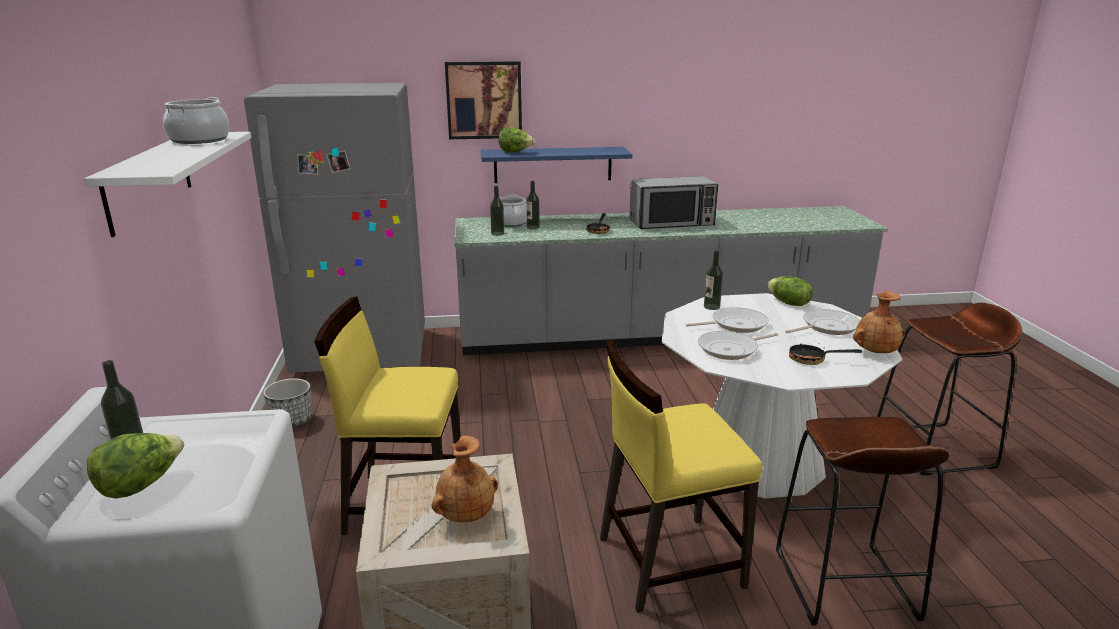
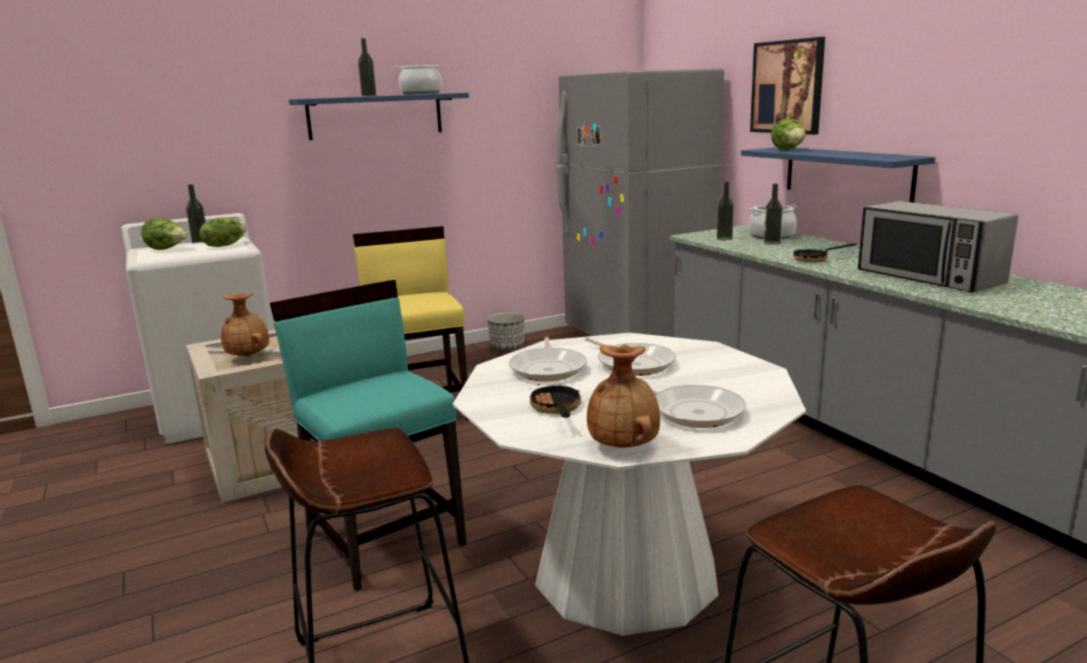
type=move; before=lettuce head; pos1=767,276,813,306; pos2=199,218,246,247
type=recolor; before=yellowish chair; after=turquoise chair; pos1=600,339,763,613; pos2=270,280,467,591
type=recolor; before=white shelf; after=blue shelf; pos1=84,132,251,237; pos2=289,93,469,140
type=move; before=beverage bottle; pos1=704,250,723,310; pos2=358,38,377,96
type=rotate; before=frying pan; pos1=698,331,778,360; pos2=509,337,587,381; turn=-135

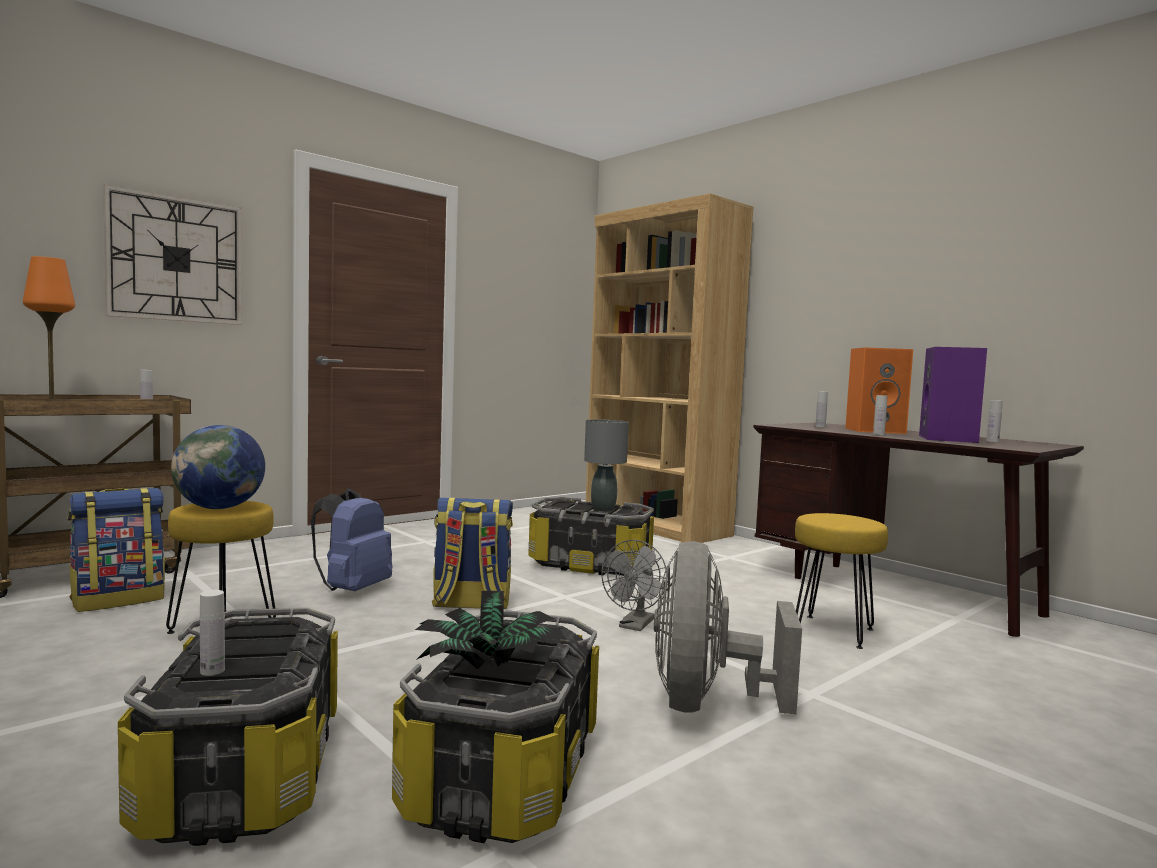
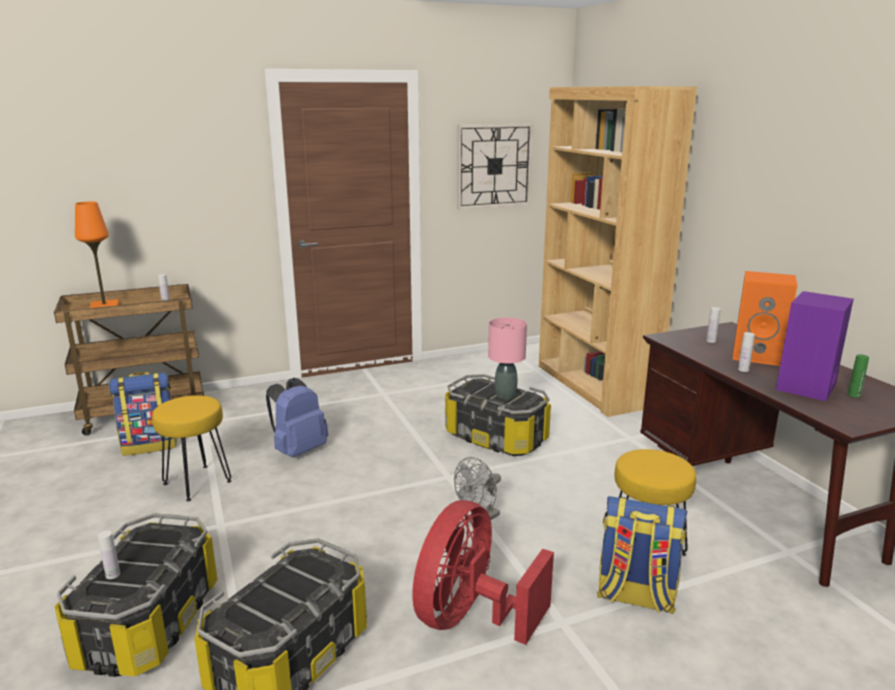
type=recolor; before=grey electric fan; after=reddish electric fan; pos1=654,541,802,714; pos2=412,500,554,645
type=move; before=clock on the wall; pos1=103,184,242,325; pos2=457,123,533,210
type=recolor; before=grey table lamp; after=pink-coloured table lamp; pos1=584,419,629,512; pos2=488,318,527,399
type=move; before=rucksack; pos1=432,498,513,609; pos2=597,496,688,614
type=recolor; before=white beverage bottle; after=greenish beverage bottle; pos1=986,400,1003,442; pos2=848,354,869,398
type=delete; before=desk globe; pos1=171,425,265,509
type=delete; before=plant in a pot; pos1=415,591,566,669

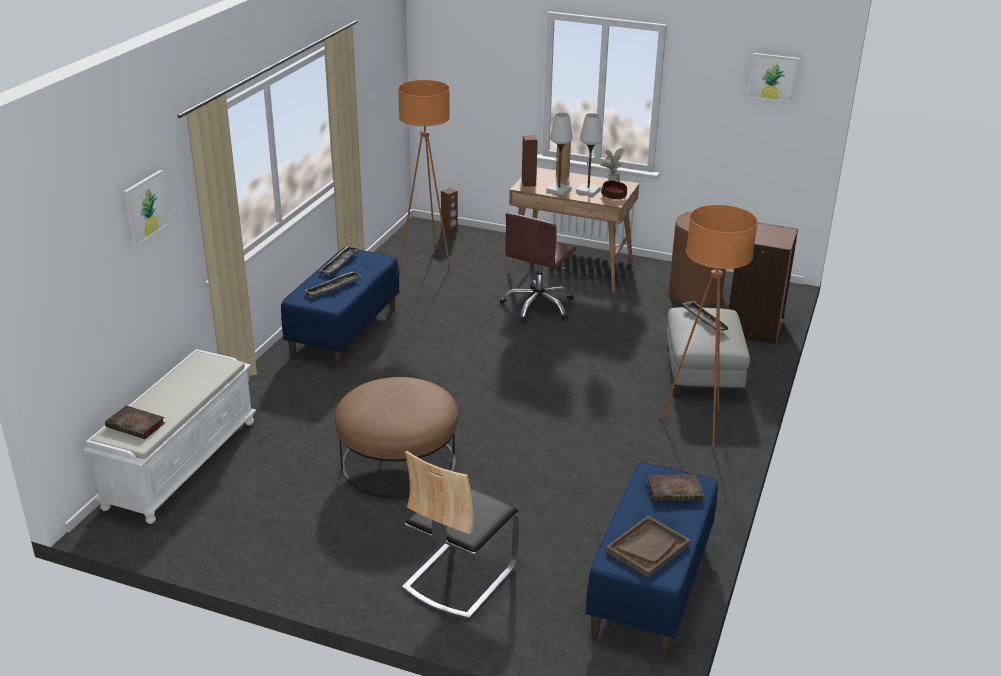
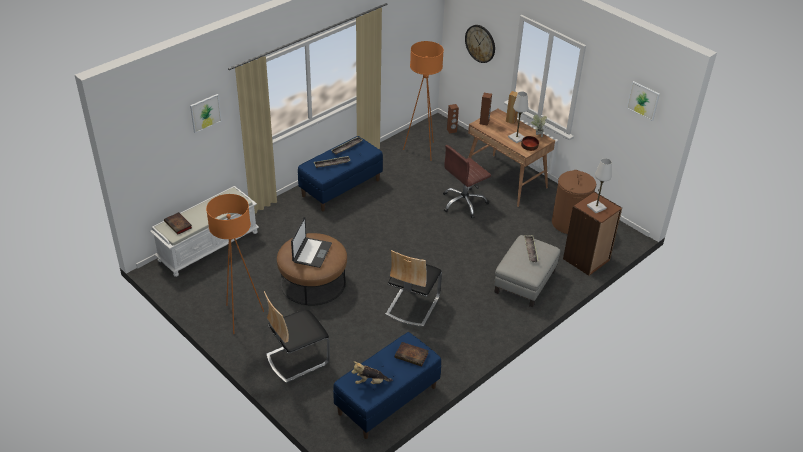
type=move; before=orangey standard lamp; pos1=661,205,758,448; pos2=206,194,264,334
type=insert; after=portable computer; pos2=291,217,332,268
type=replace; before=brown-coloured tray; after=soft toy; pos1=606,516,691,578; pos2=351,361,393,384
type=insert; after=chair; pos2=386,250,442,327
type=insert; after=clock on the wall; pos2=465,25,495,63
type=move; before=white table lamp; pos1=546,113,573,195; pos2=587,158,612,213

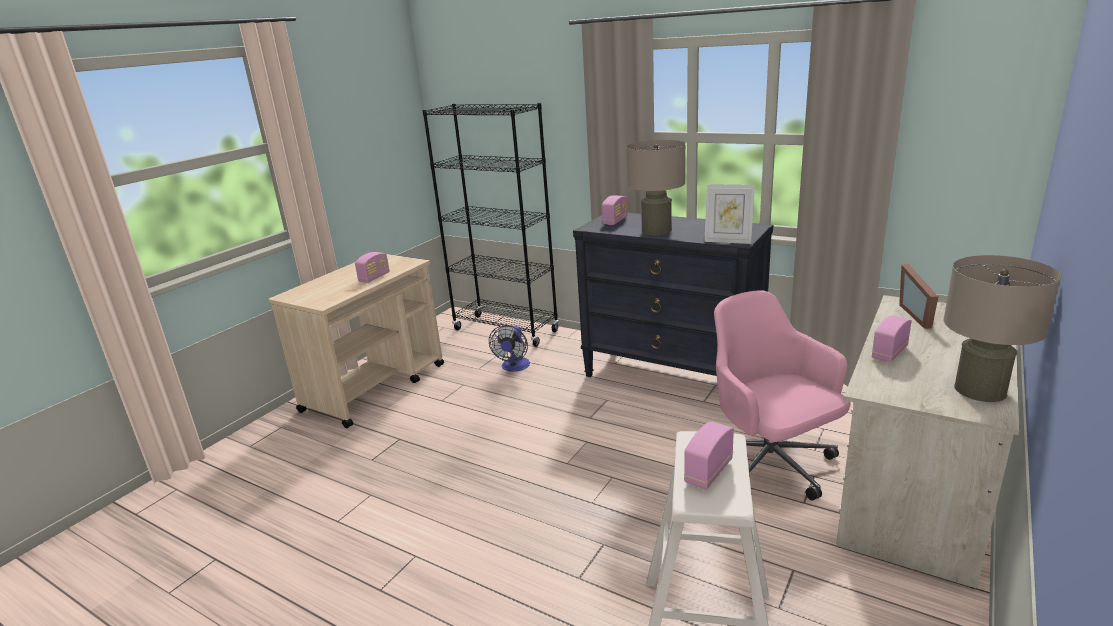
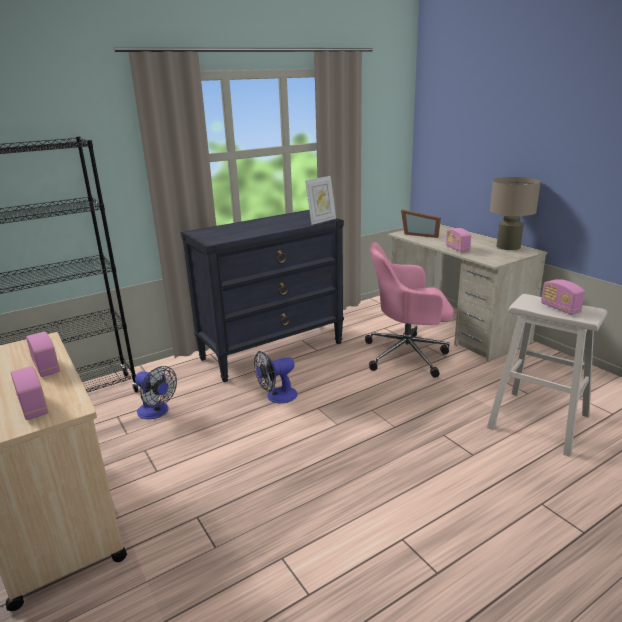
type=move; before=radio set; pos1=602,195,628,225; pos2=10,366,48,420
type=insert; after=electric fan; pos2=254,351,298,403
type=delete; before=beige table lamp; pos1=626,140,686,235

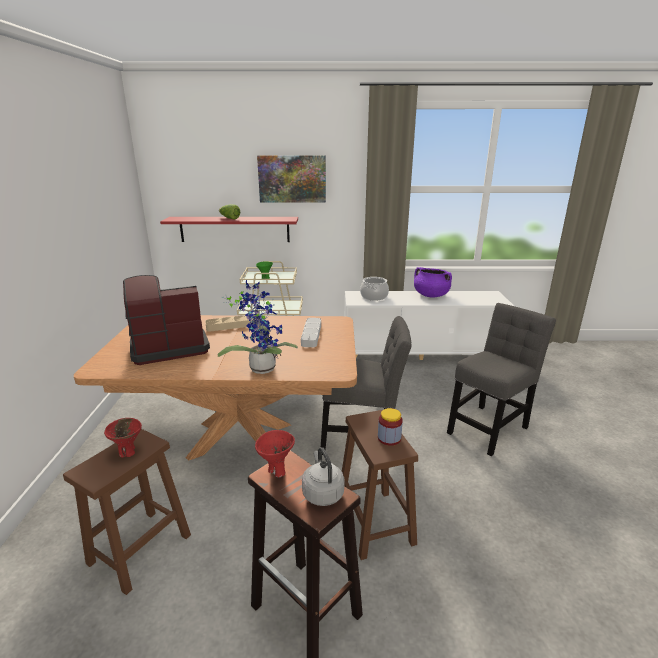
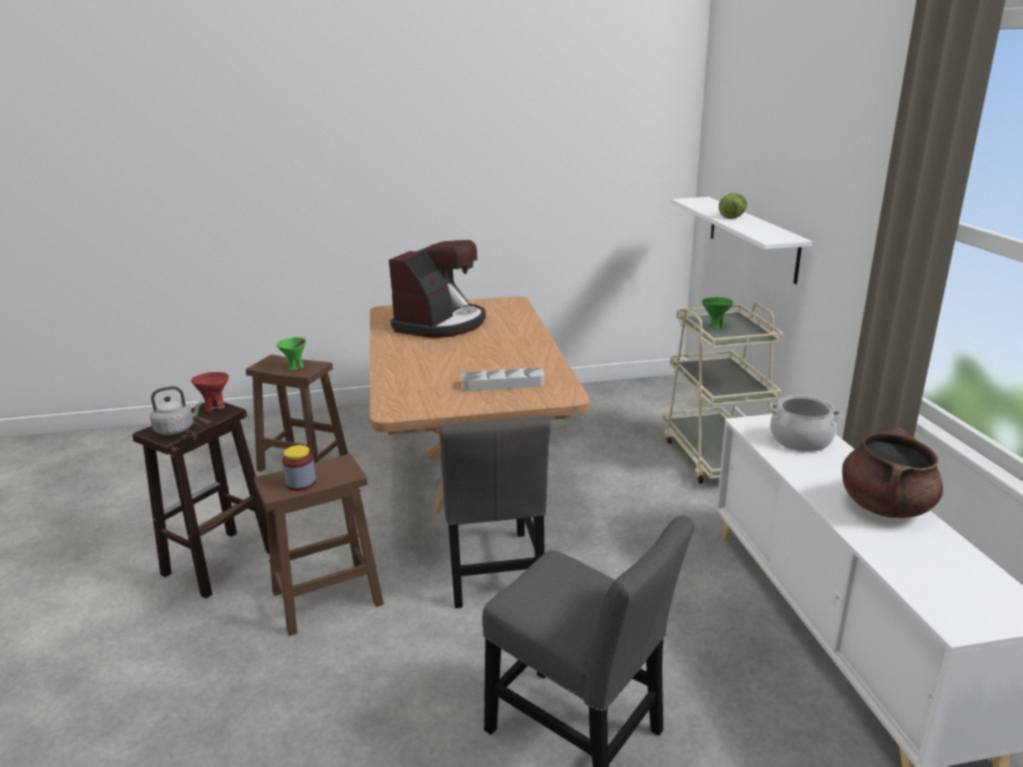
type=recolor; before=reddish bowl; after=greenish bowl; pos1=104,418,142,458; pos2=277,337,306,370
type=rotate; before=coffee maker; pos1=123,275,210,365; pos2=389,240,486,338; turn=60
type=recolor; before=reddish shelf; after=white shelf; pos1=160,217,298,242; pos2=671,197,812,284
type=recolor; before=purple-coloured cooking pot; after=brown-coloured cooking pot; pos1=414,267,452,298; pos2=842,428,943,518
type=delete; before=beige tray; pos1=205,315,255,331
type=delete; before=plant in a pot; pos1=218,280,298,374
type=delete; before=wall picture; pos1=257,155,326,202

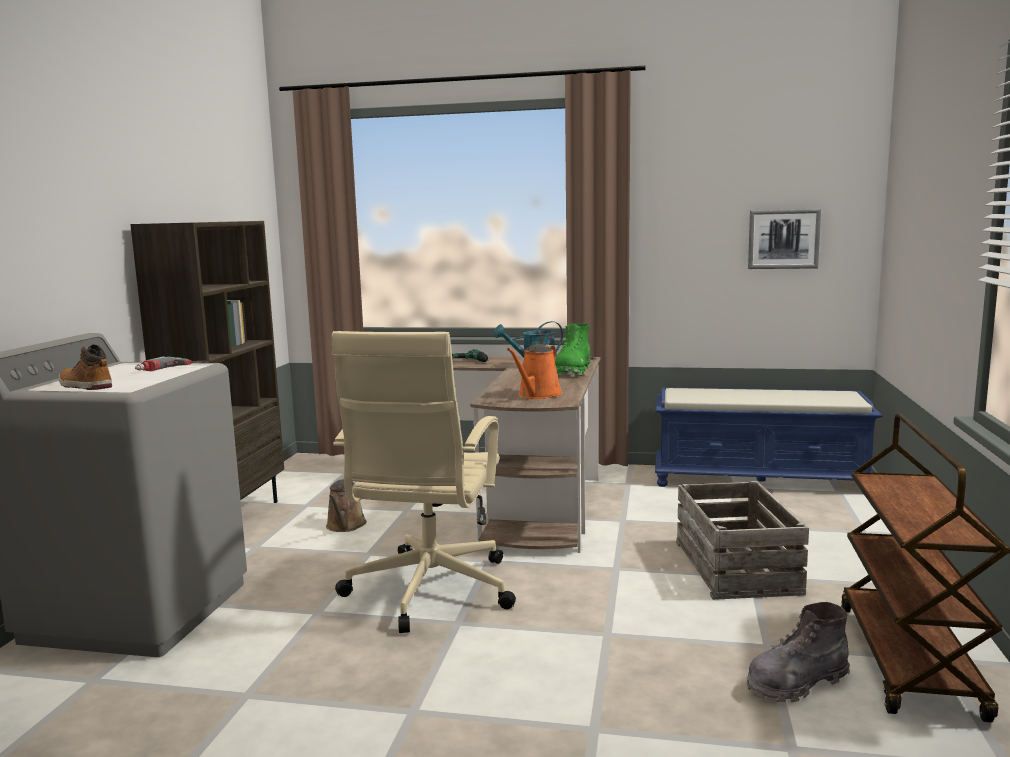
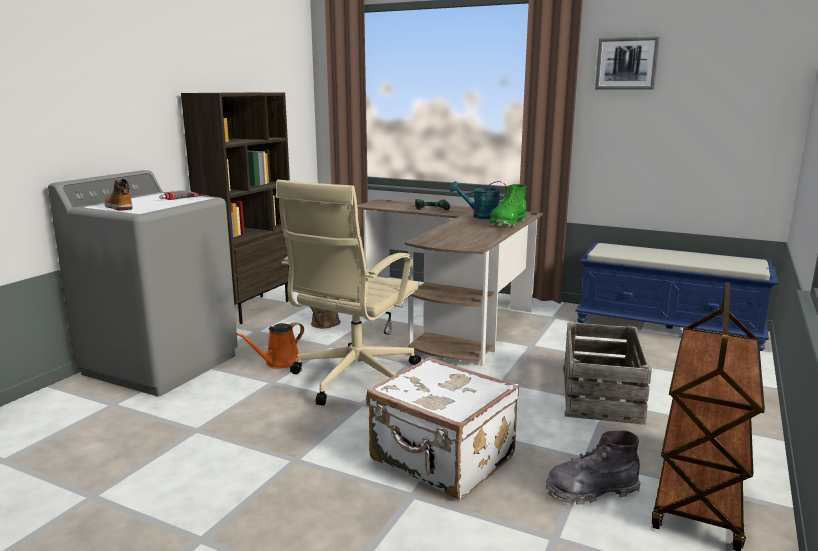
type=move; before=orangey watering can; pos1=507,344,562,399; pos2=236,322,304,369
type=insert; after=white piece of luggage; pos2=366,357,519,500
type=move; before=wall picture; pos1=748,209,821,269; pos2=595,36,660,90

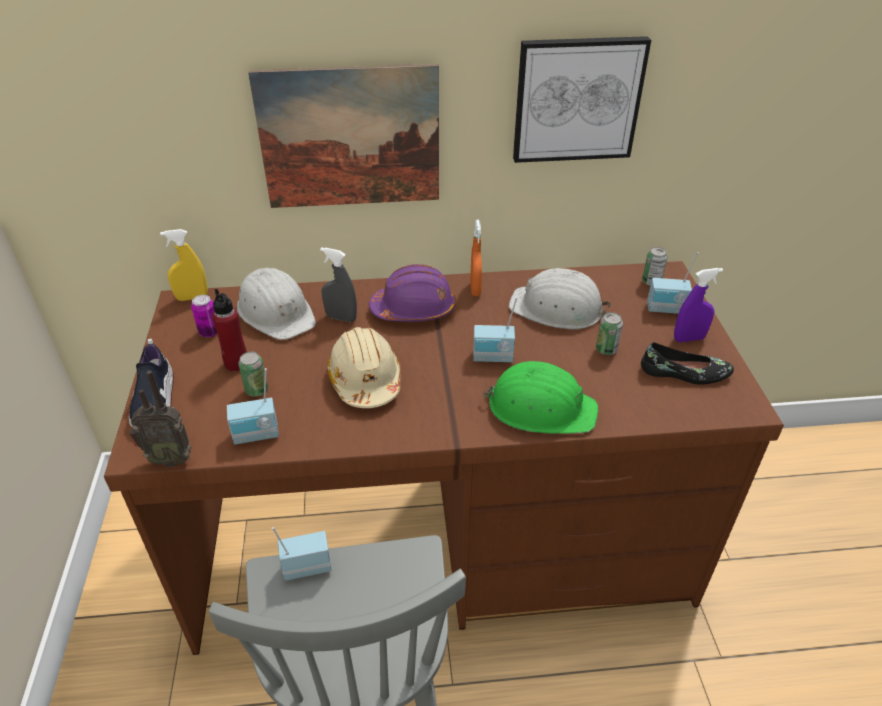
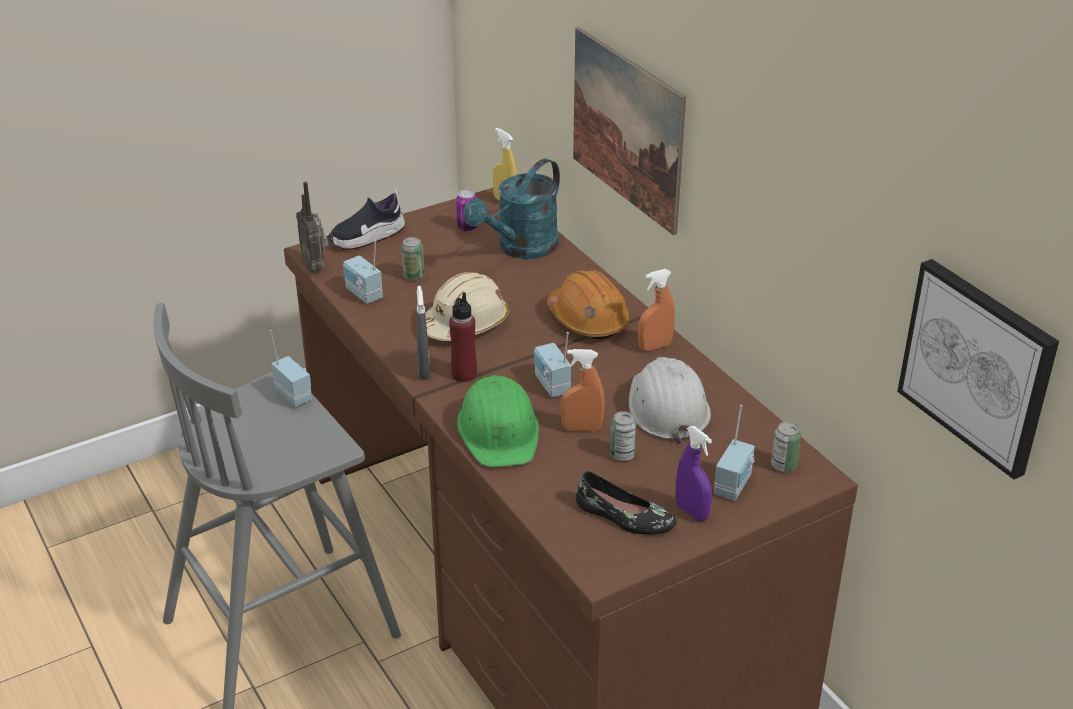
type=move; before=grey hand sprayer; pos1=320,247,357,322; pos2=417,286,431,380
type=move; before=reddish beverage bottle; pos1=212,288,247,371; pos2=449,292,477,382
type=replace; before=white safety helmet; after=turquoise watering can; pos1=237,268,316,340; pos2=463,158,560,259
type=recolor; before=purple-coloured safety helmet; after=orangey safety helmet; pos1=369,264,456,322; pos2=547,270,630,339
type=insert; after=orangey hand sprayer; pos2=561,349,605,432
type=rotate; before=black item of footwear; pos1=641,342,734,385; pos2=576,471,677,535; turn=-45
type=rotate; before=radio set; pos1=647,252,699,314; pos2=714,405,755,501; turn=-135
type=move; before=wall picture; pos1=513,36,651,163; pos2=897,259,1059,480

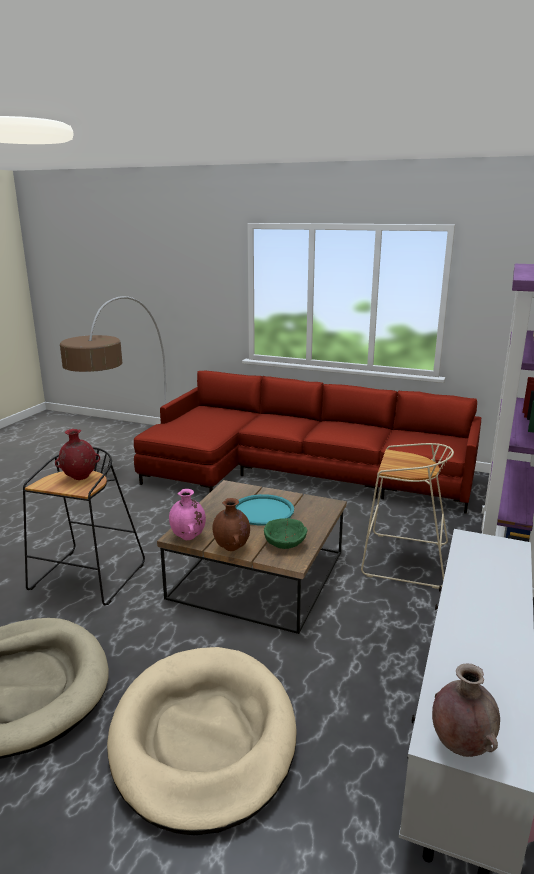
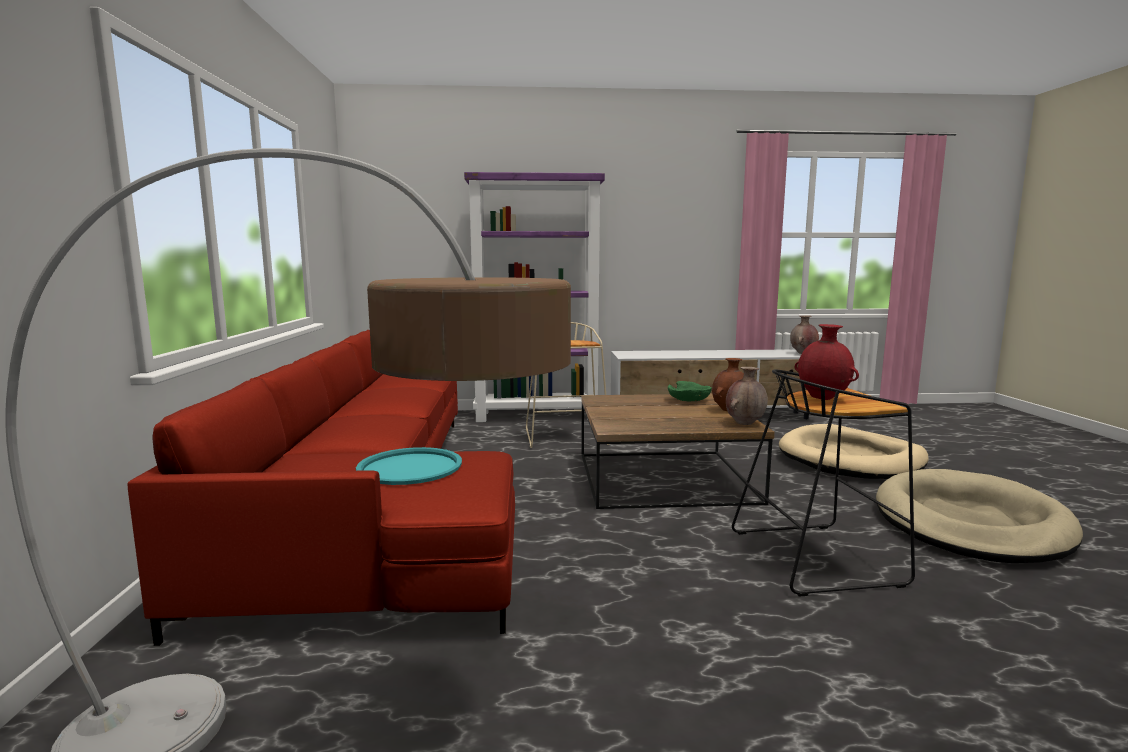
type=move; before=turquoise tray; pos1=236,494,294,526; pos2=356,447,462,485
type=recolor; before=pink-coloured flower vase; after=brown-coloured flower vase; pos1=169,489,206,540; pos2=726,367,768,425

